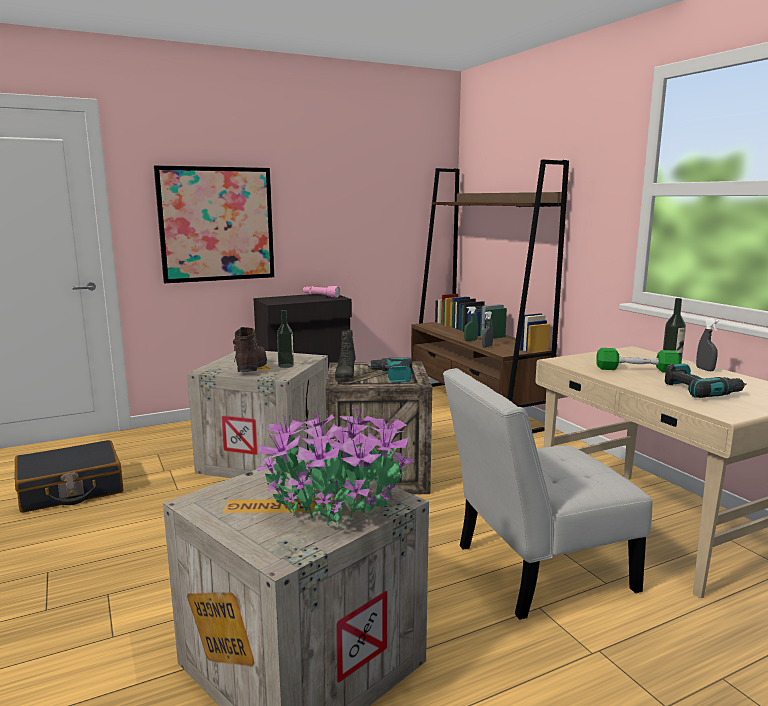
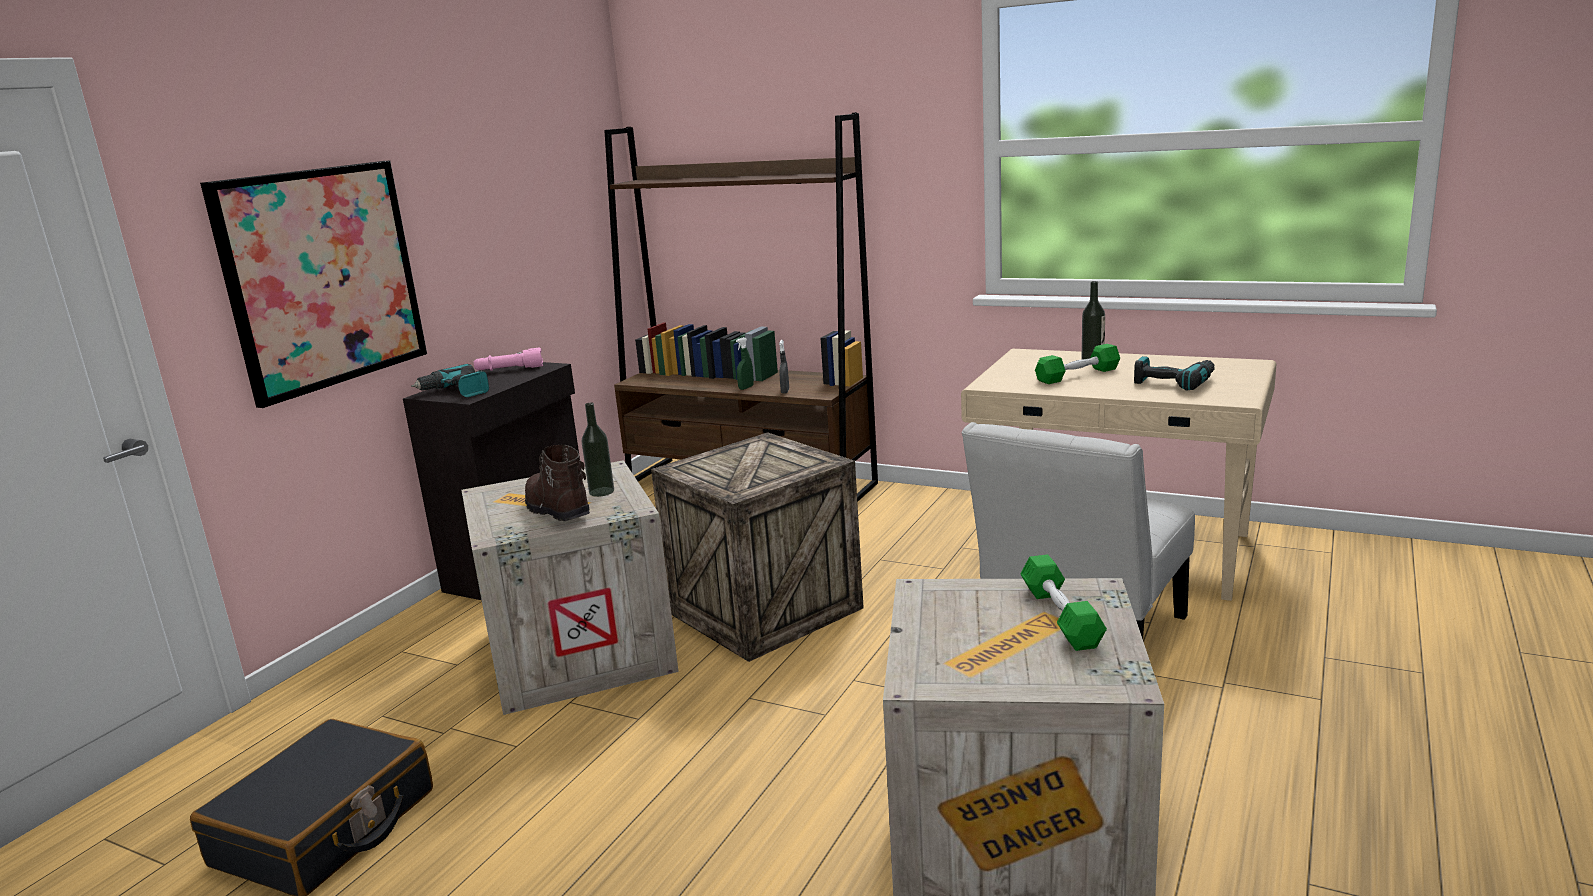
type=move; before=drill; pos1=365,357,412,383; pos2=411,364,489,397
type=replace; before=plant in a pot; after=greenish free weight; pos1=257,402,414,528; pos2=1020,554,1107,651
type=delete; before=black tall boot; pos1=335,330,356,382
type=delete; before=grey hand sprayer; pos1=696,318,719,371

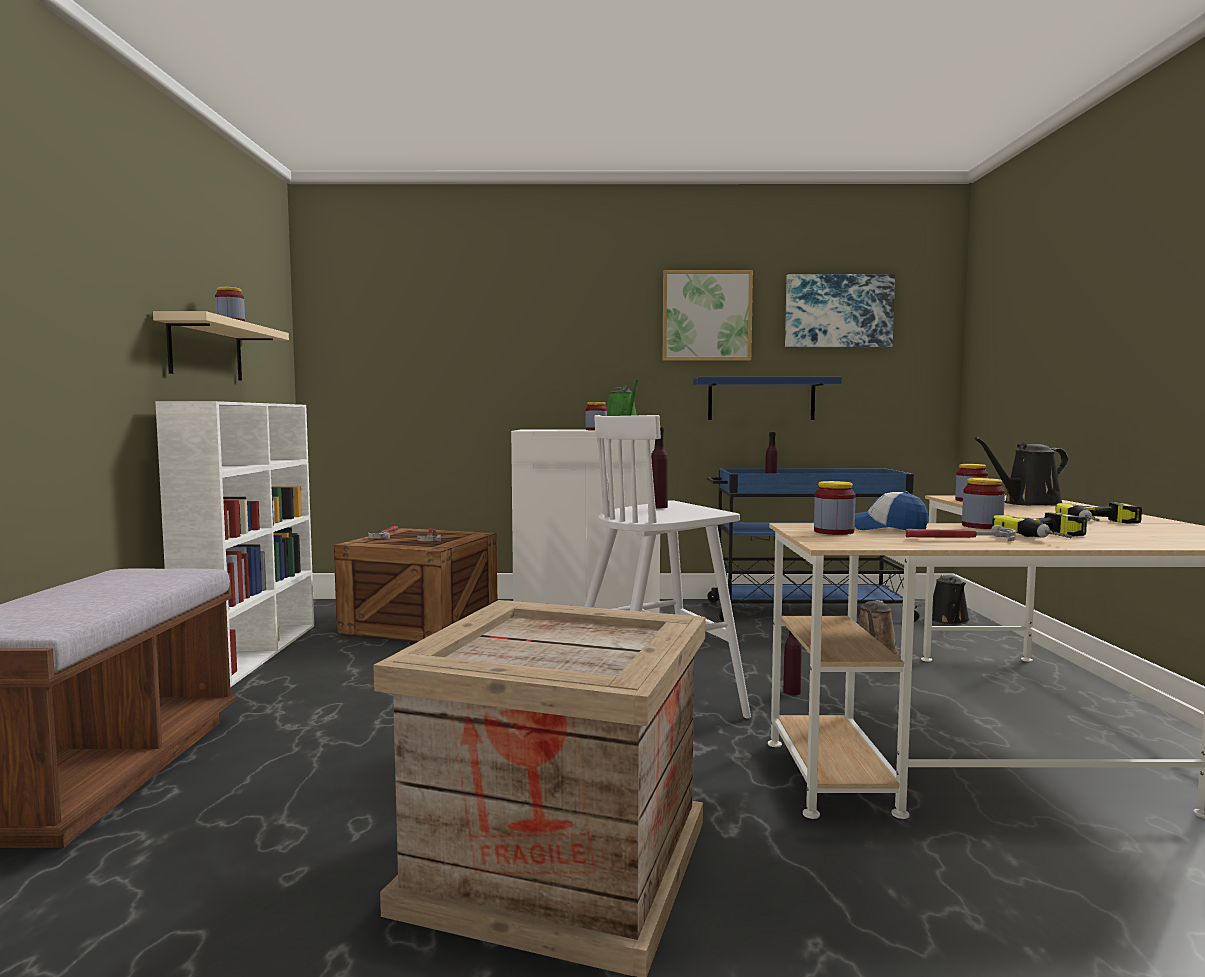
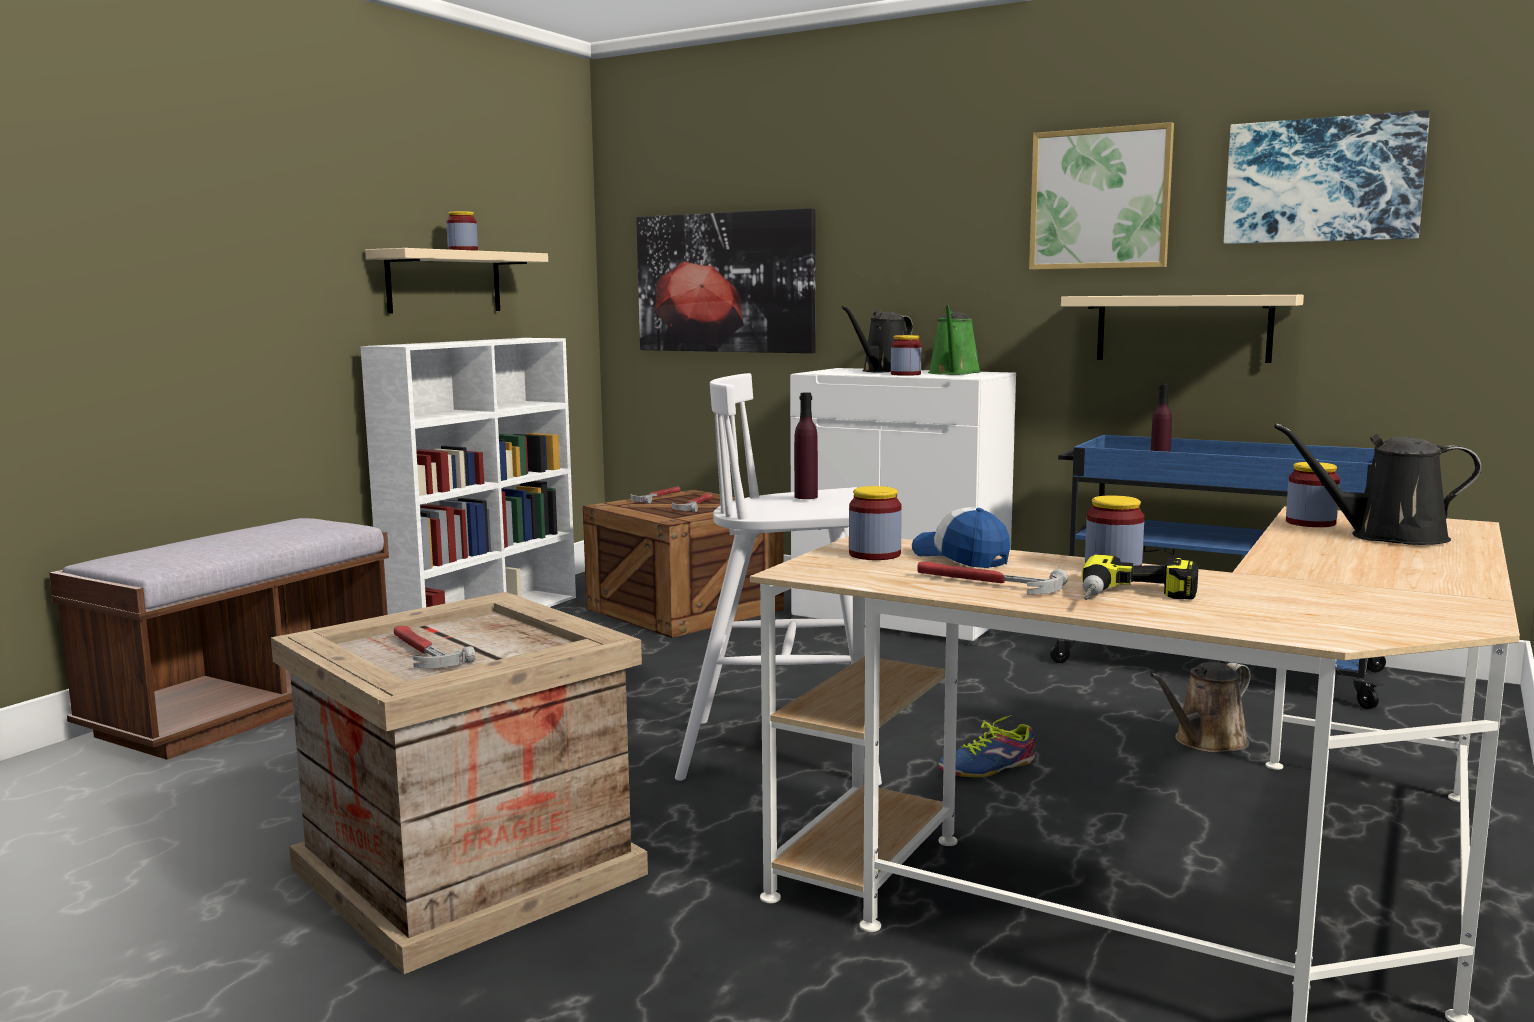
type=insert; after=tool hammer; pos2=394,626,476,669
type=insert; after=wall picture; pos2=636,208,816,353
type=move; before=black watering can; pos1=932,575,970,624; pos2=841,306,913,372
type=replace; before=purple-coloured beverage bottle; after=item of footwear; pos1=783,631,802,695; pos2=938,715,1035,777
type=recolor; before=blue shelf; after=beige shelf; pos1=693,377,842,420; pos2=1061,295,1304,363
type=delete; before=drill; pos1=1055,502,1142,524

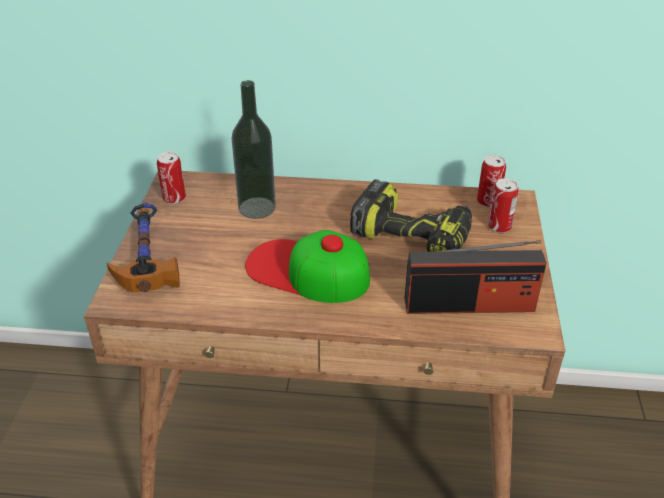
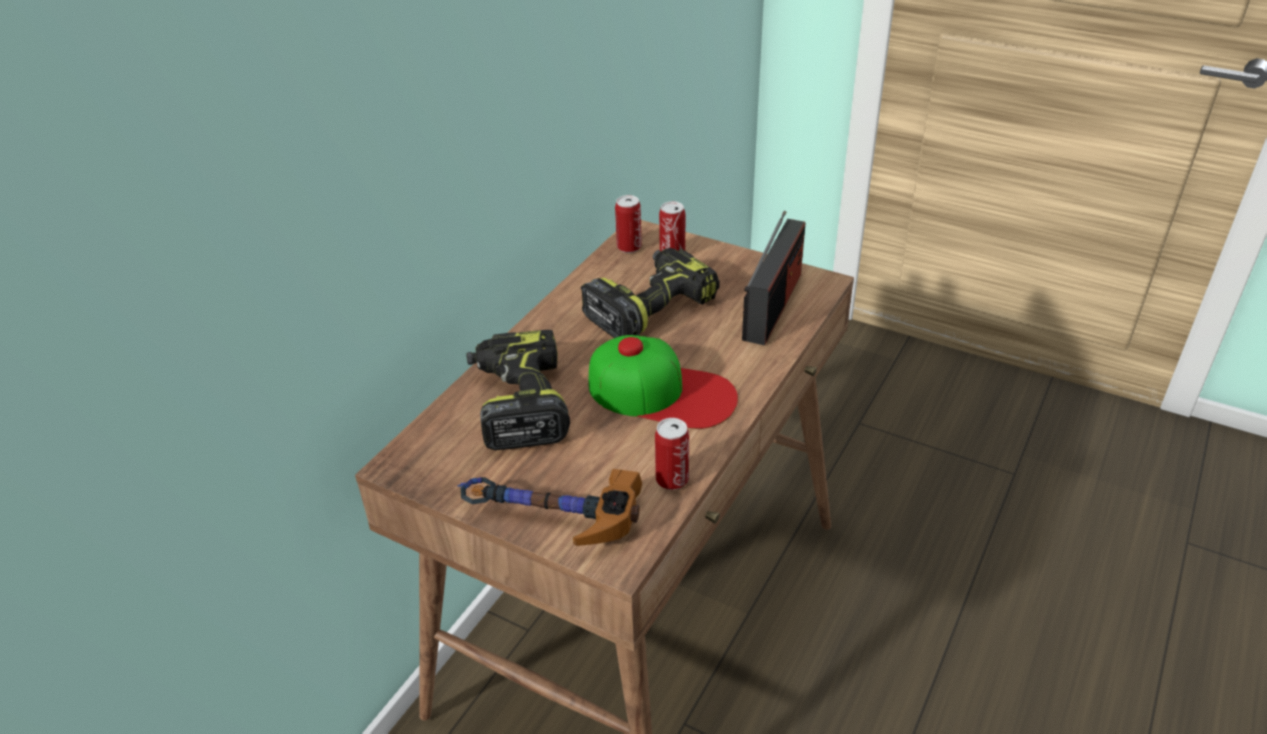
type=replace; before=beverage bottle; after=drill; pos1=231,80,276,219; pos2=466,330,570,450
type=rotate; before=peaked cap; pos1=245,230,370,303; pos2=589,335,738,429; turn=-120
type=move; before=metal can; pos1=157,152,186,204; pos2=655,418,689,490

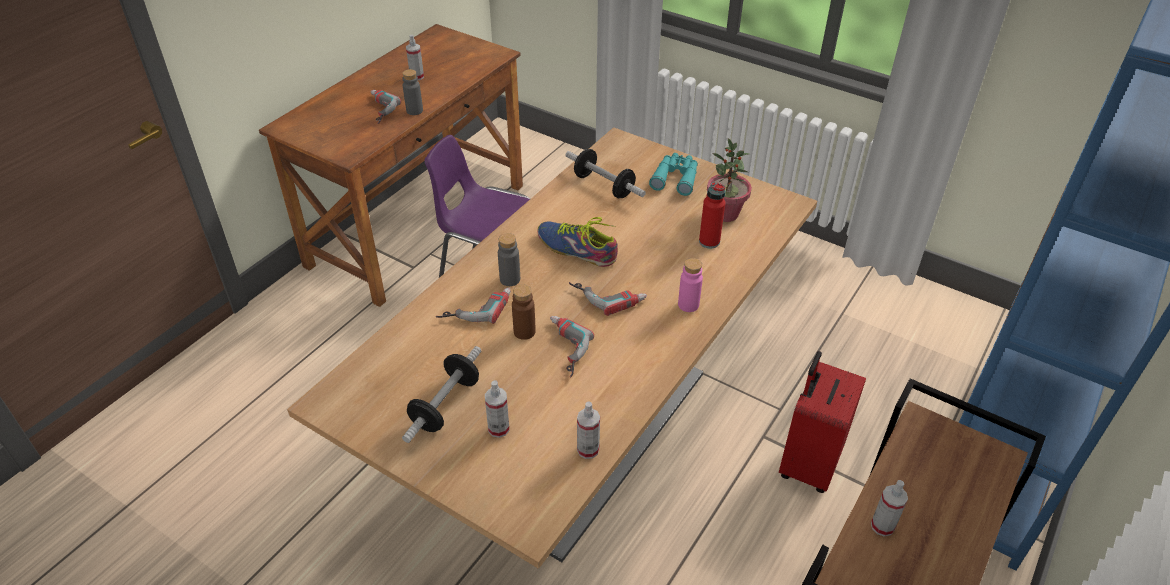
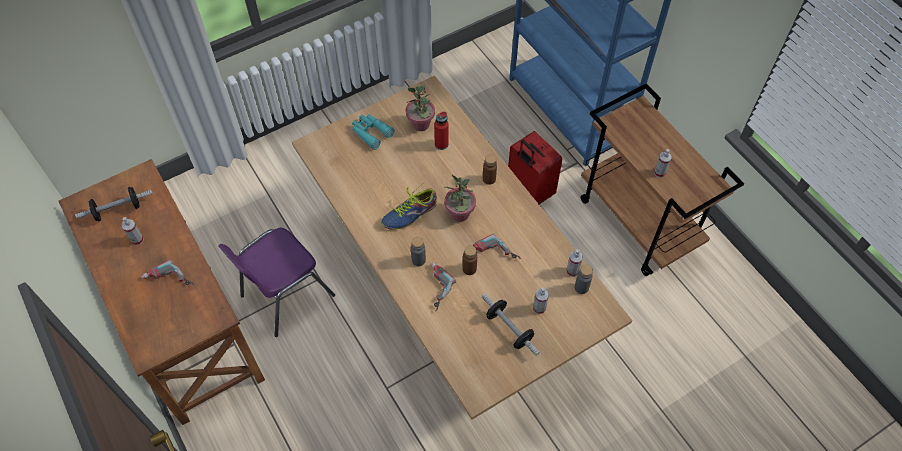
type=move; before=free weight; pos1=565,149,646,198; pos2=75,187,153,221
type=replace; before=drill; after=plant in a pot; pos1=569,282,647,316; pos2=444,175,476,222
type=recolor; before=pink-coloured beverage bottle; after=brown-coloured beverage bottle; pos1=678,258,703,312; pos2=483,154,497,185
type=move; before=grey beverage bottle; pos1=402,69,423,115; pos2=575,265,593,294

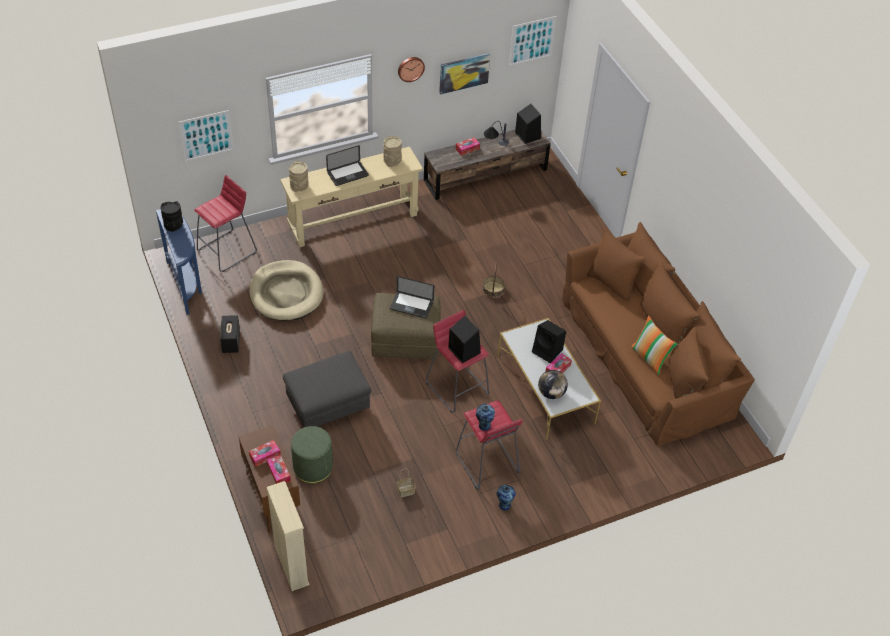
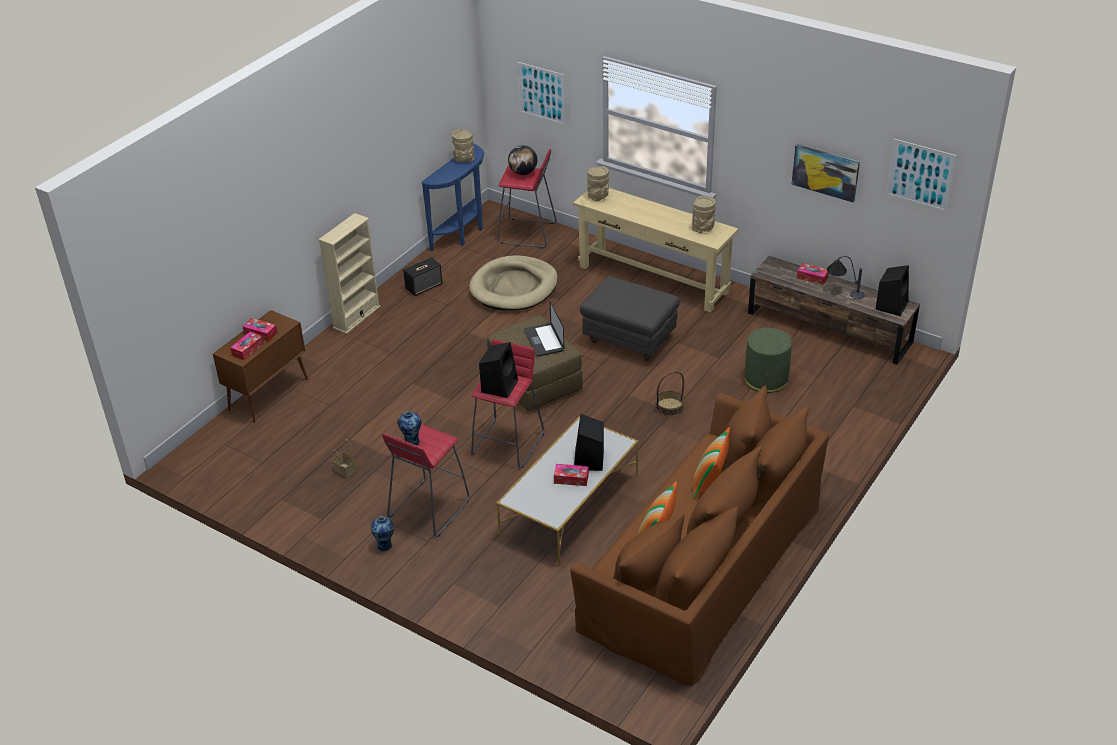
type=move; before=beige bookshelf; pos1=266,481,310,591; pos2=318,213,381,334
type=recolor; before=black flower vase; after=beige flower vase; pos1=160,201,183,232; pos2=452,129,474,162
type=move; before=desk globe; pos1=538,370,568,399; pos2=508,145,537,175
type=move; before=grey ottoman; pos1=283,351,371,428; pos2=580,276,680,361
type=insert; after=throw pillow; pos2=693,427,730,500
type=move; before=greenish ottoman; pos1=291,426,333,483; pos2=745,328,792,393
type=delete; before=portable computer; pos1=326,145,369,186
type=delete; before=clock on the wall; pos1=398,57,425,82

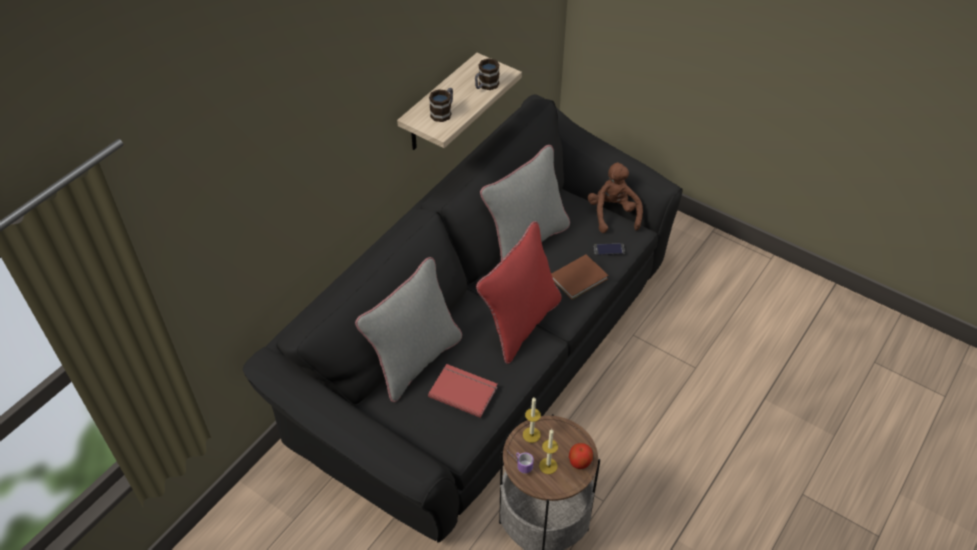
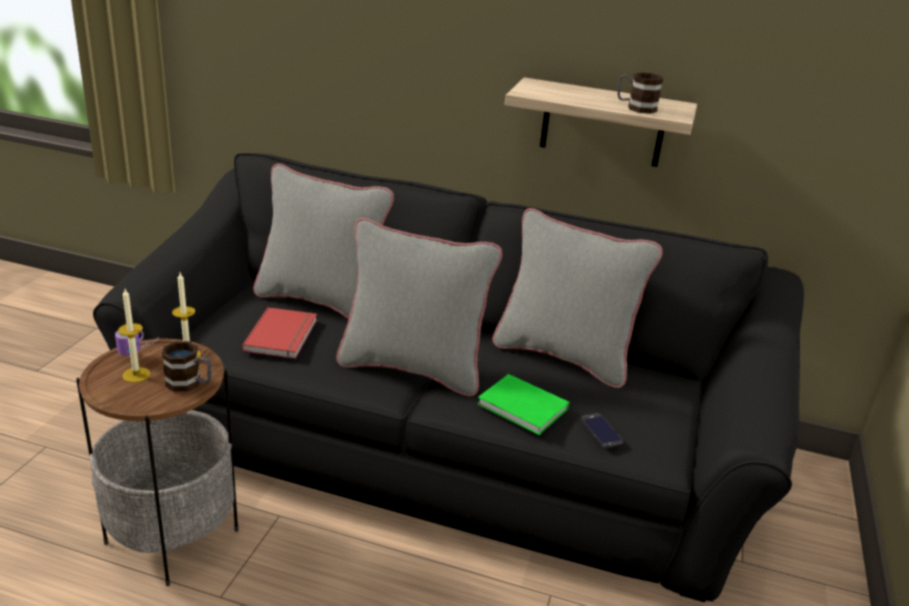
type=move; before=coffee mug; pos1=429,88,453,122; pos2=162,341,212,392
type=recolor; before=reddish throw pillow; after=grey throw pillow; pos1=476,221,562,364; pos2=336,218,502,397
type=recolor; before=brown-coloured volume; after=greenish volume; pos1=551,254,609,300; pos2=477,374,569,435
type=delete; before=apple; pos1=569,443,593,469
type=delete; before=brown-coloured soft toy; pos1=588,162,643,233

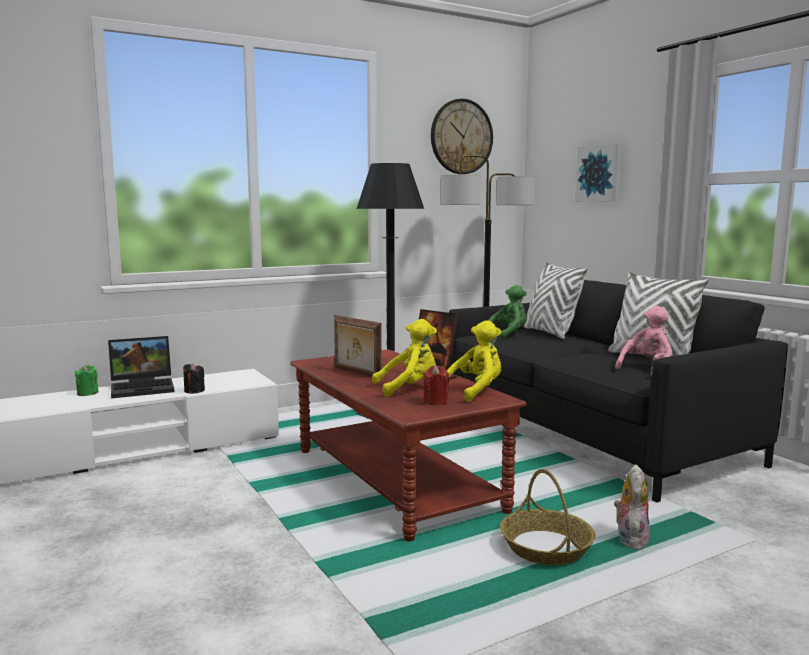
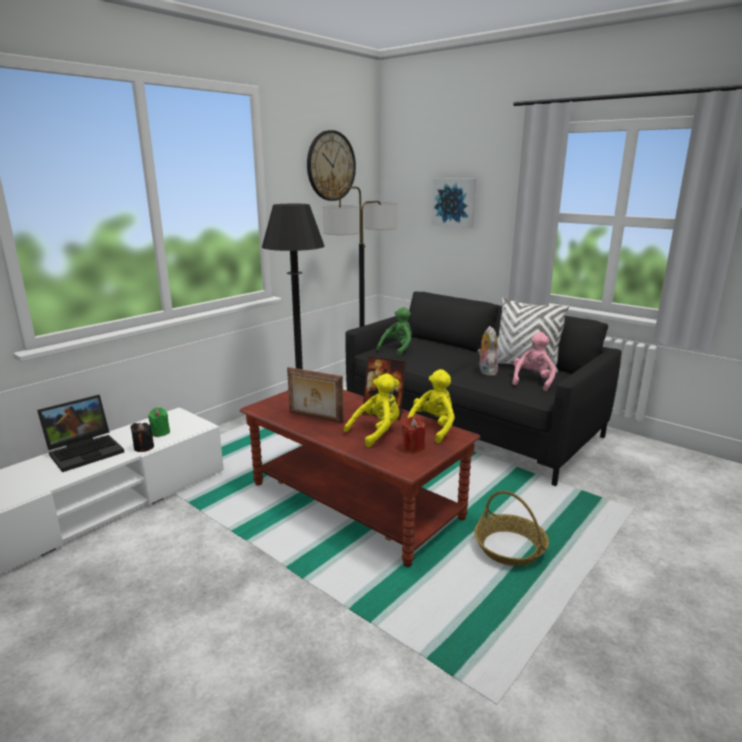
type=move; before=greenish wax light; pos1=74,365,99,396; pos2=148,407,170,437
type=move; before=soft toy; pos1=614,464,650,549; pos2=477,326,498,376
type=delete; before=white throw pillow; pos1=524,261,588,339

